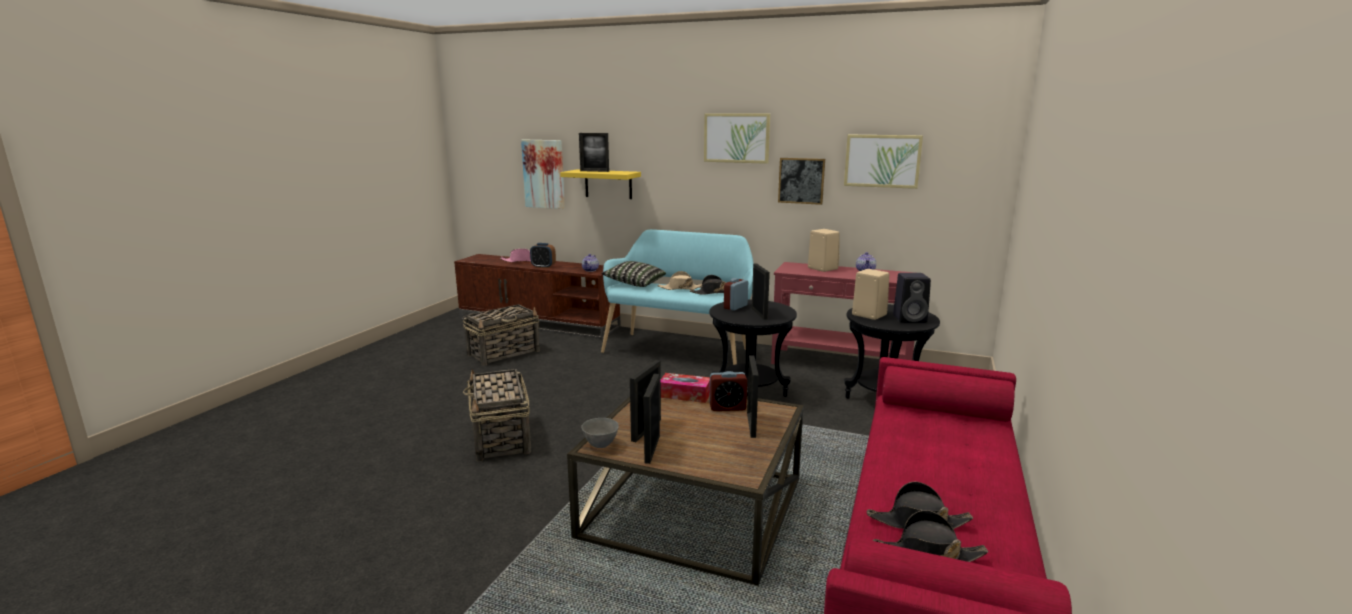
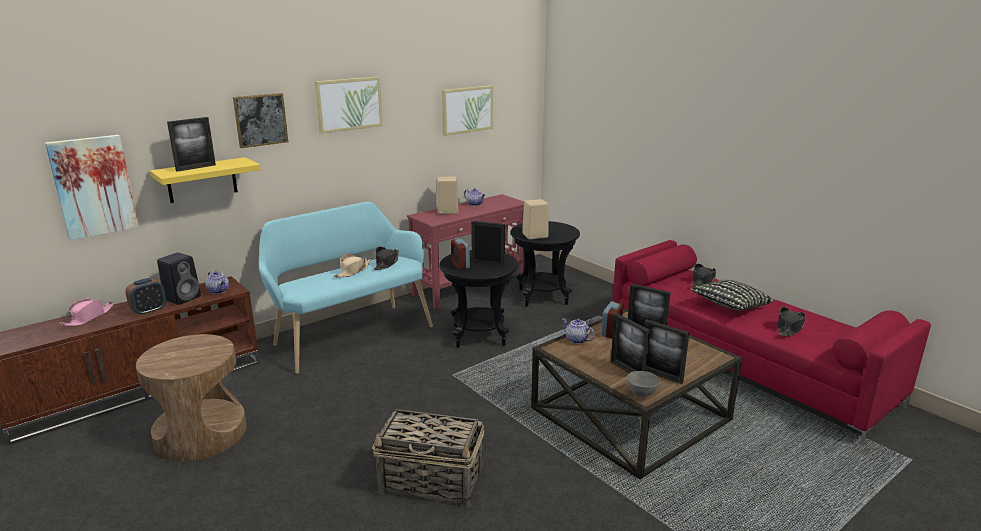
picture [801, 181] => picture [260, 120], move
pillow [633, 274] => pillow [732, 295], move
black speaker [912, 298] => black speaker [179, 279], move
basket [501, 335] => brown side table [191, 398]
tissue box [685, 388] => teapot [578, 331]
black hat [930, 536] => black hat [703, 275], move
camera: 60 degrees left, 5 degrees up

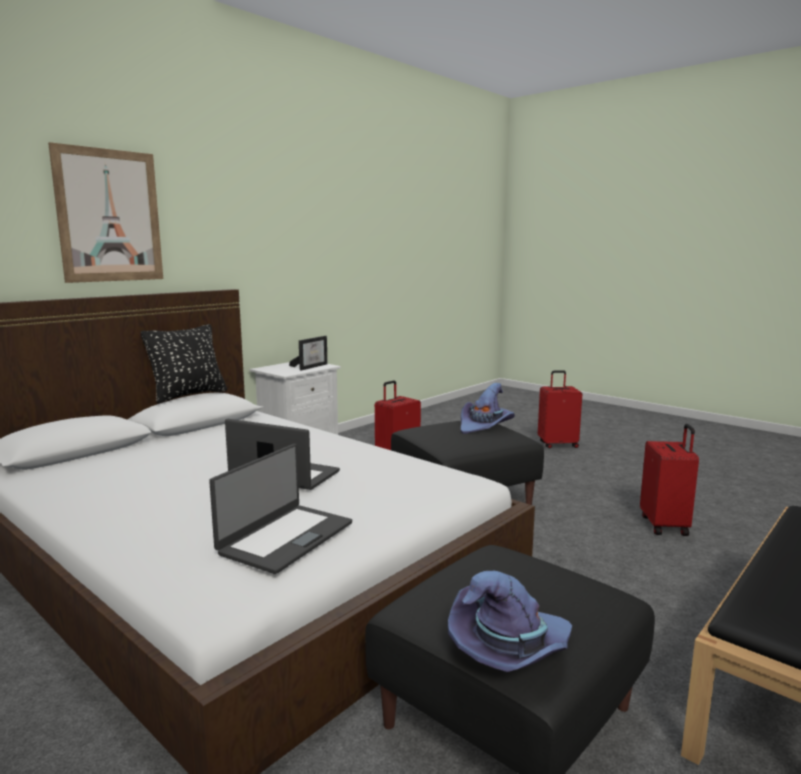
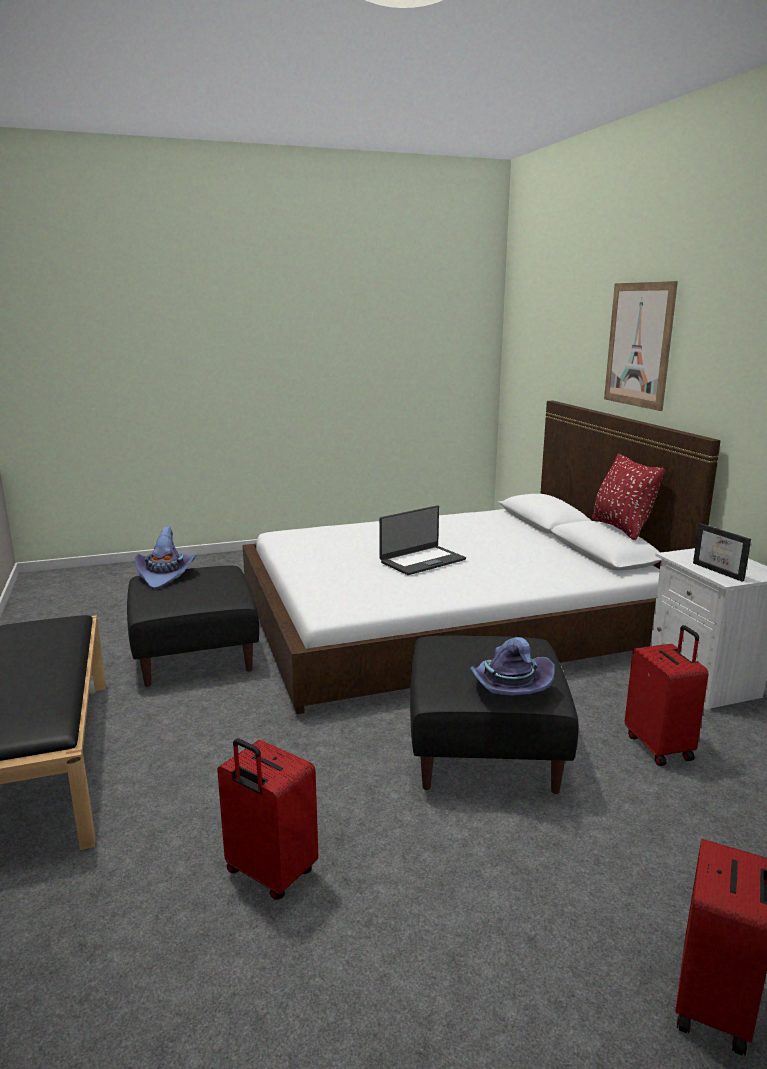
black pillow [184, 363] => red pillow [628, 497]
laptop [280, 509] => nothing
camera: 120 degrees right, 5 degrees up

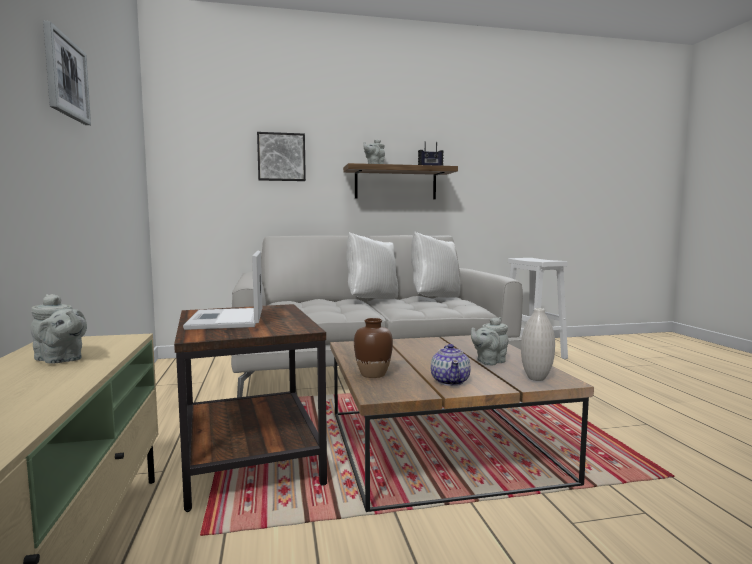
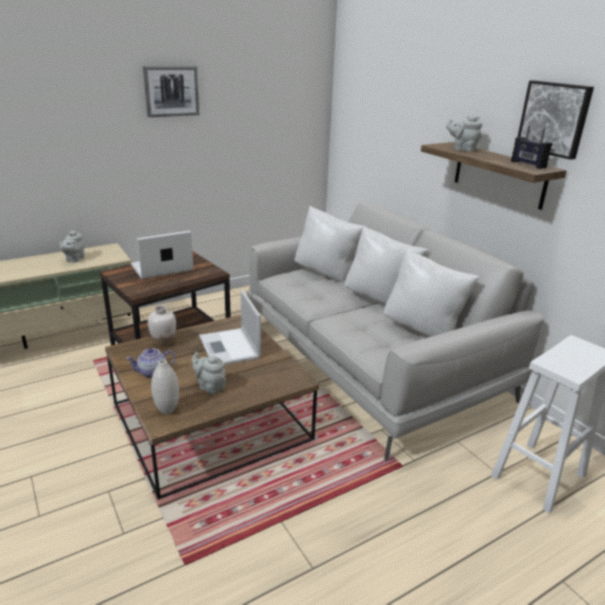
picture [281, 156] => picture [556, 120], move
brown vase [373, 348] => white vase [162, 325]
nothing => white pillow [330, 244]
nothing => laptop [230, 327]
camera: 70 degrees right, 20 degrees up

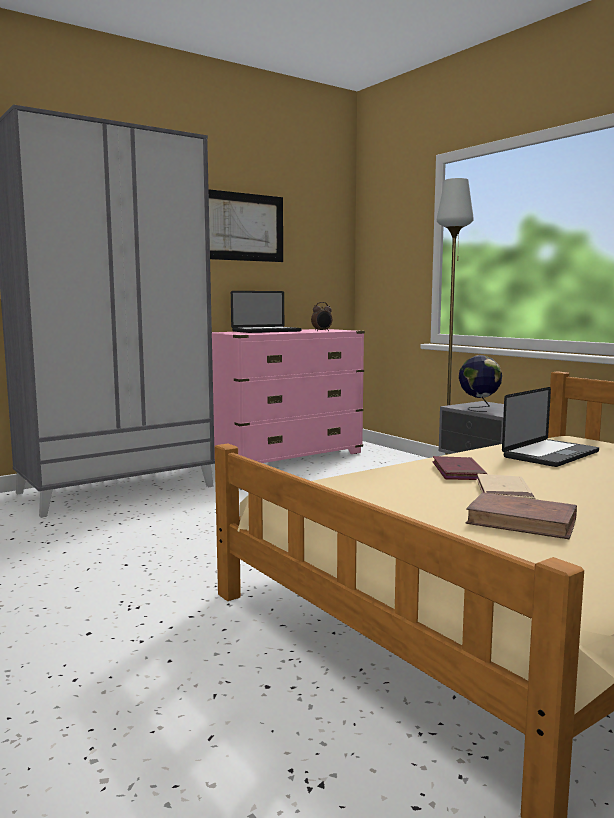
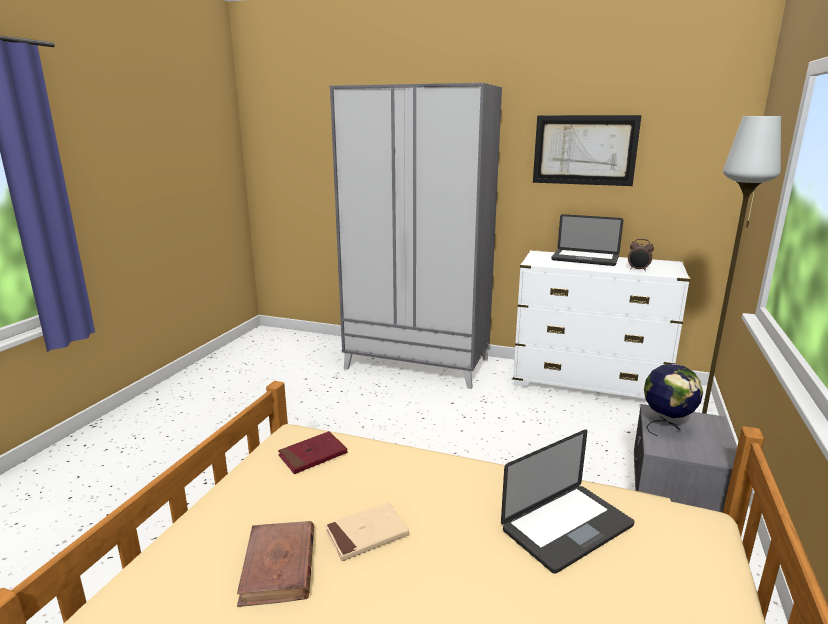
pink dresser [288, 396] => white dresser [601, 324]
laptop [550, 427] => laptop [568, 501], 45 degrees counterclockwise
red book [459, 468] => red book [312, 452], move
camera: 55 degrees right, 10 degrees up

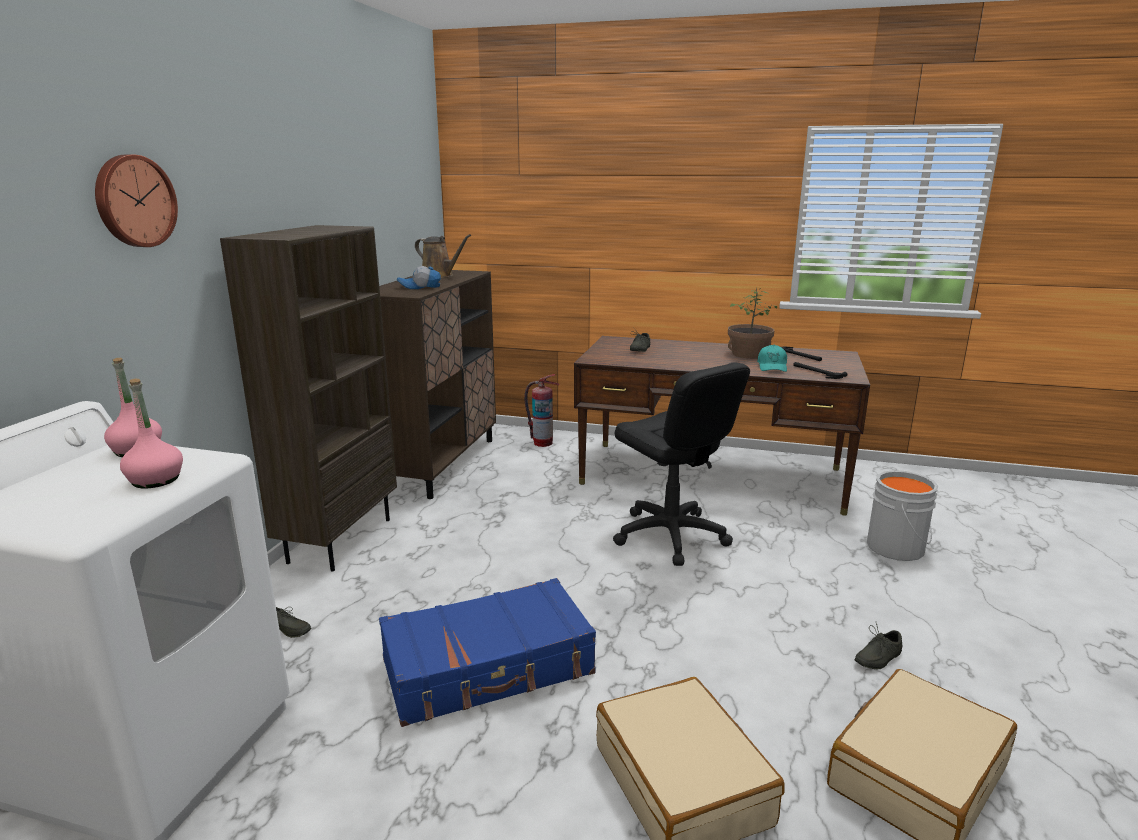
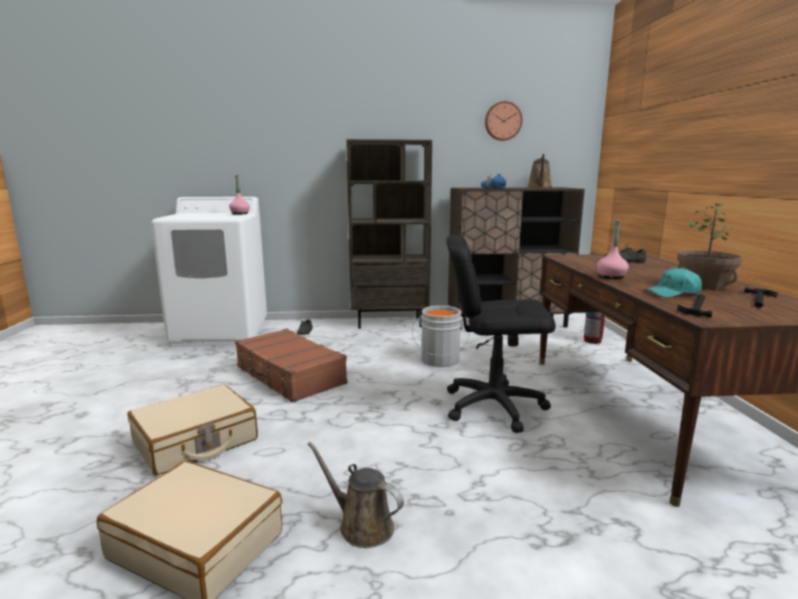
wall clock [136, 201] => wall clock [503, 121], move
black office chair [681, 464] => black office chair [501, 334], 60 degrees clockwise
pink bottle [151, 433] => pink bottle [612, 249], move
grey bucket [902, 515] => grey bucket [441, 336], move
blue suitcase [487, 652] => brown suitcase [291, 365]
grey shoe [878, 646] => brown watering can [355, 495]
camera: 70 degrees right, 5 degrees down

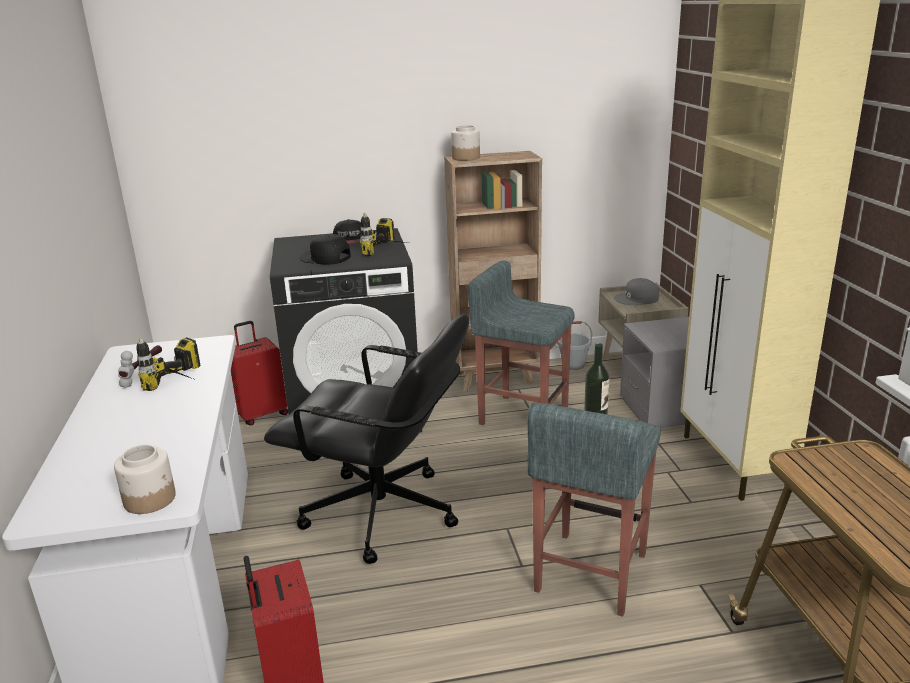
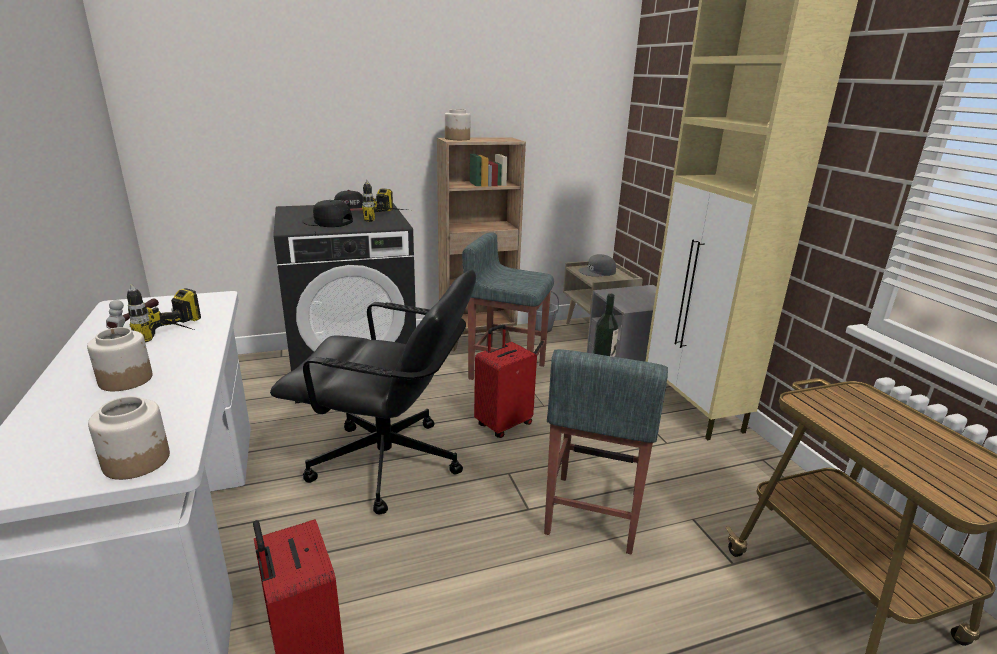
red suitcase [259, 373] => red suitcase [505, 381], move
nothing => jar [120, 359]
camera: 10 degrees left, 0 degrees up

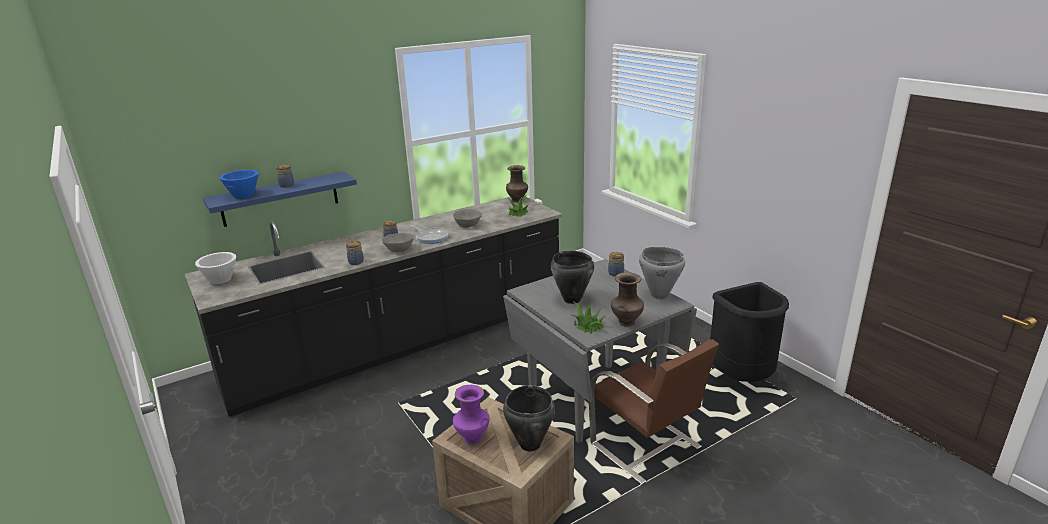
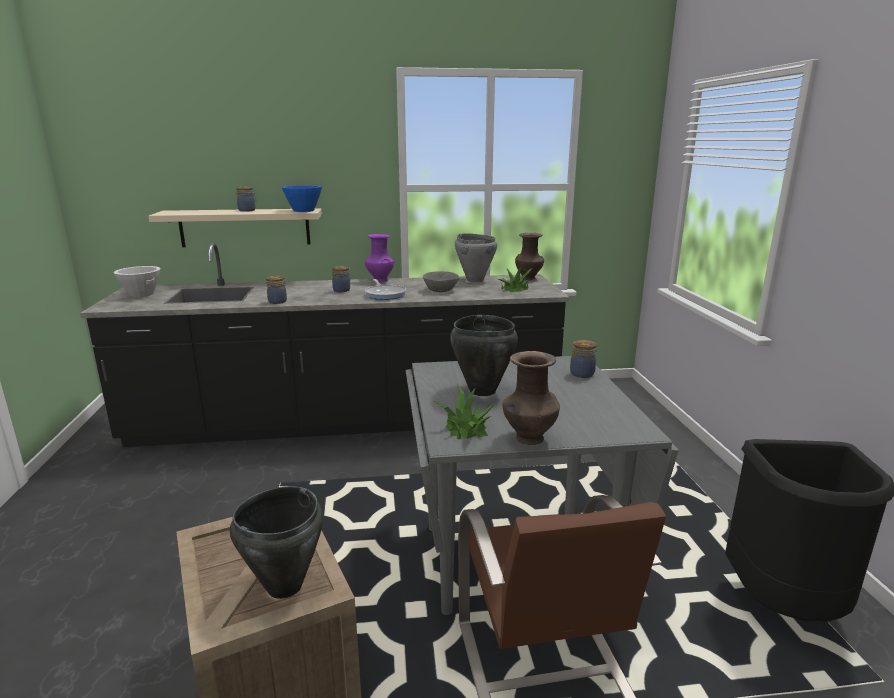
blue bowl [239, 184] => blue bowl [302, 198], move
blue shelf [280, 199] => beige shelf [235, 227]
grey bowl [398, 242] => nothing
grey cooking pot [662, 273] => grey cooking pot [476, 257], move
purple vase [471, 414] => purple vase [379, 258], move
camera: 25 degrees right, 5 degrees down

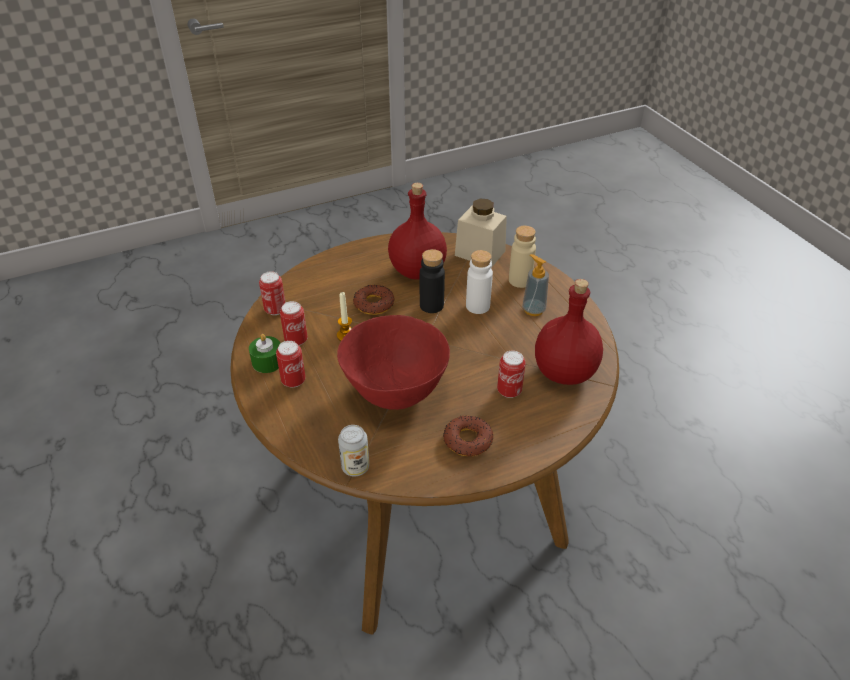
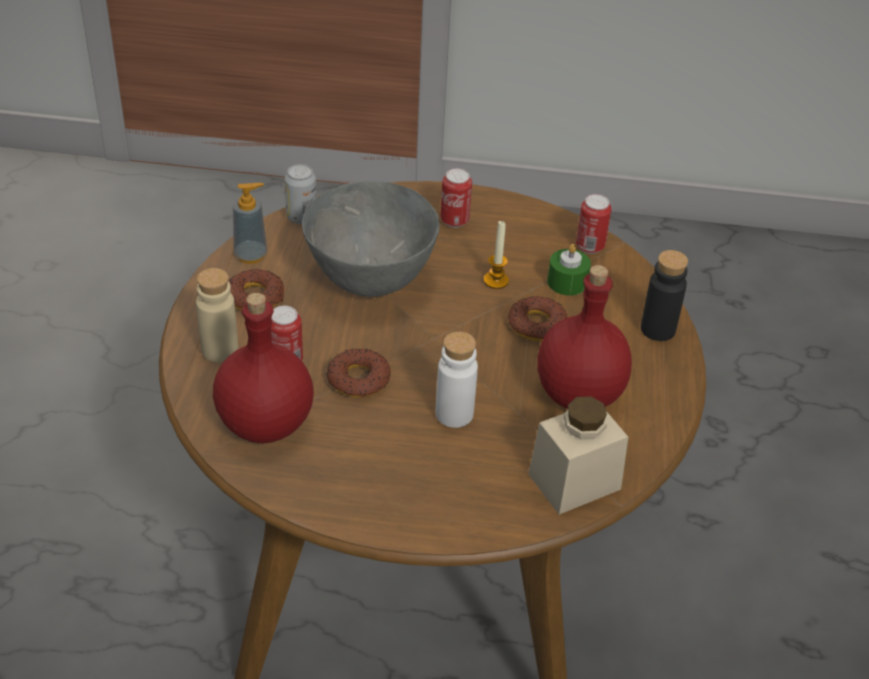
beige bottle [522, 257] => beige bottle [217, 315], move
black bottle [432, 281] => black bottle [664, 295], move
soap dispenser [535, 285] => soap dispenser [250, 223], move
can [294, 323] => nothing
red bowl [393, 362] => grey bowl [370, 239]
green candle [265, 353] => green candle [569, 270], move
nothing => donut [358, 373]
camera: 120 degrees right, 0 degrees up

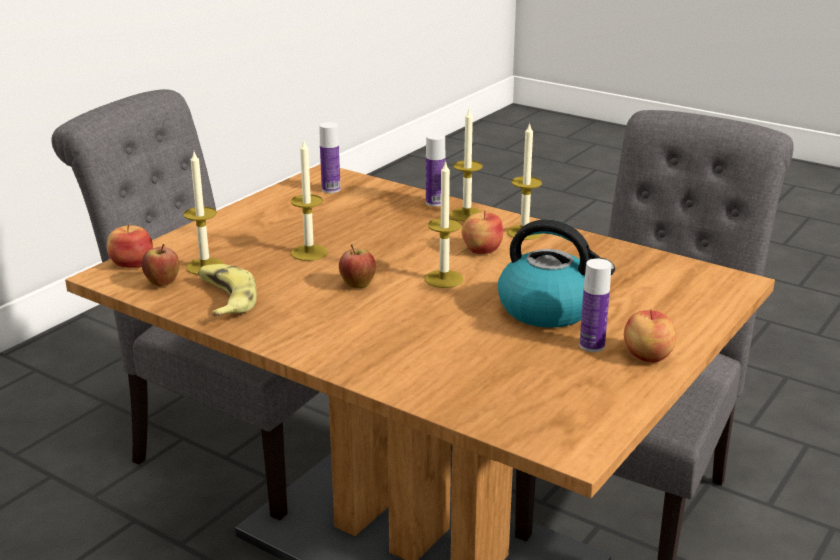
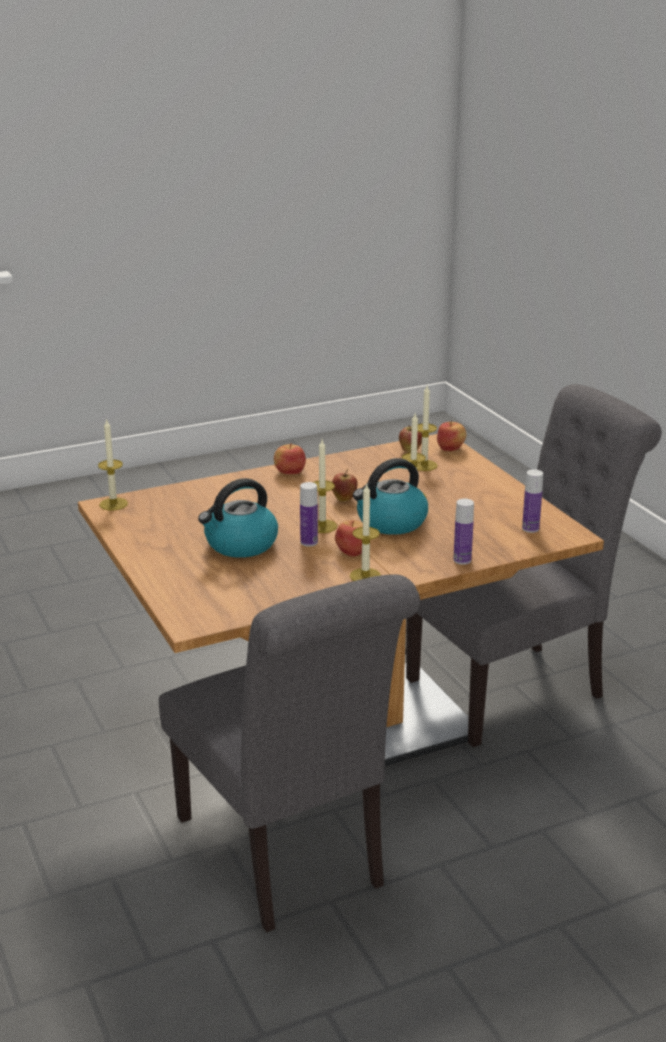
candle [466, 166] => candle [113, 464], move
bottle [595, 305] => bottle [309, 514], move
banana [227, 290] => nothing
apple [650, 336] => apple [290, 458], move
nothing => kettle [390, 496]
camera: 120 degrees right, 0 degrees up

